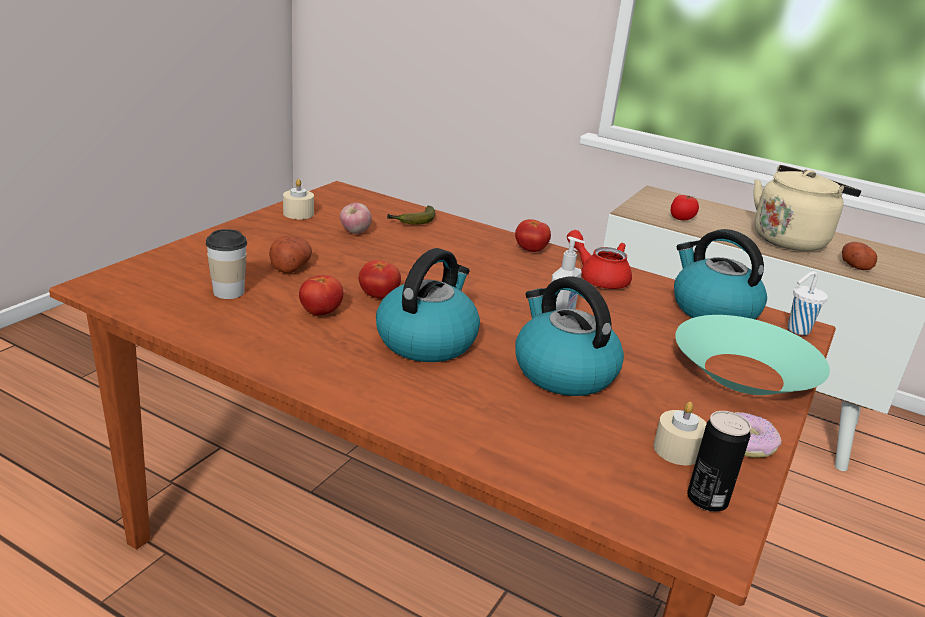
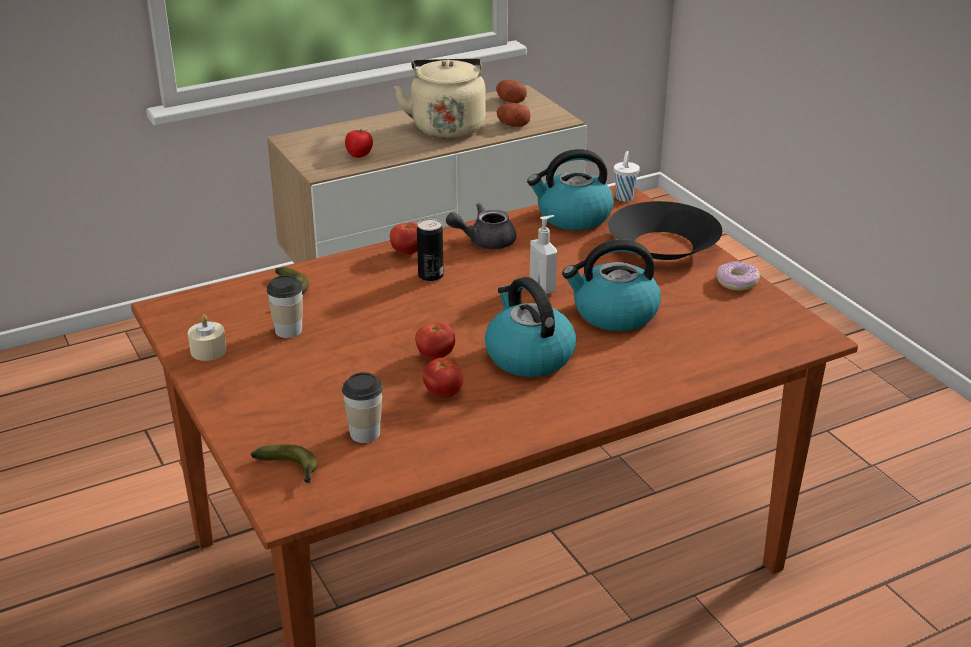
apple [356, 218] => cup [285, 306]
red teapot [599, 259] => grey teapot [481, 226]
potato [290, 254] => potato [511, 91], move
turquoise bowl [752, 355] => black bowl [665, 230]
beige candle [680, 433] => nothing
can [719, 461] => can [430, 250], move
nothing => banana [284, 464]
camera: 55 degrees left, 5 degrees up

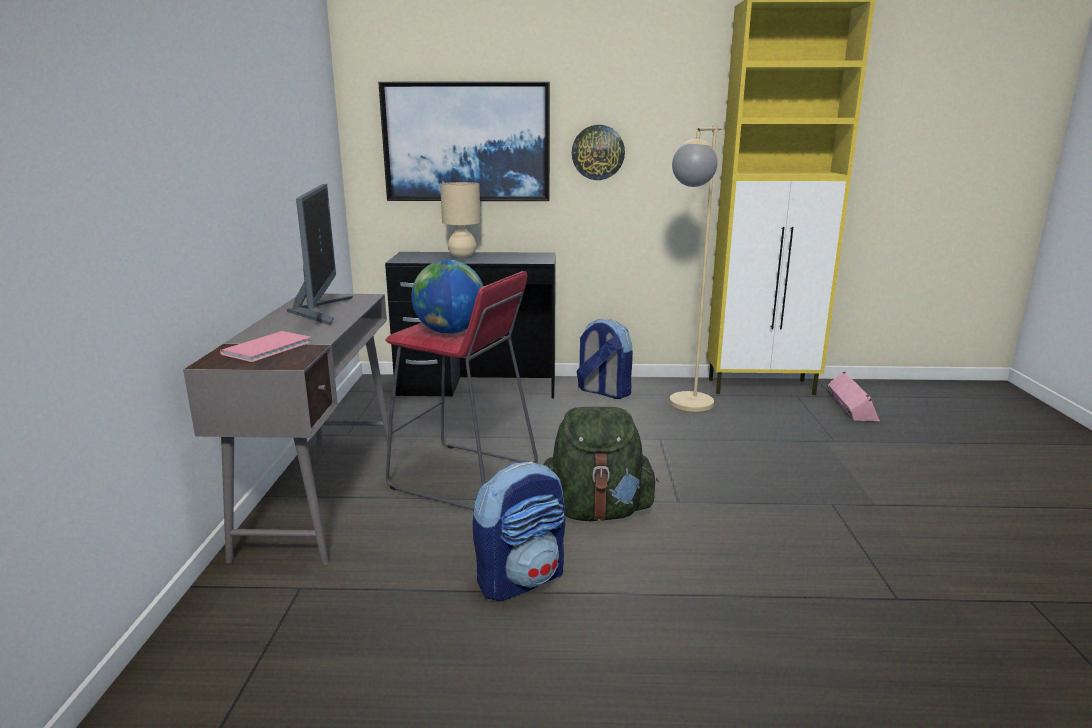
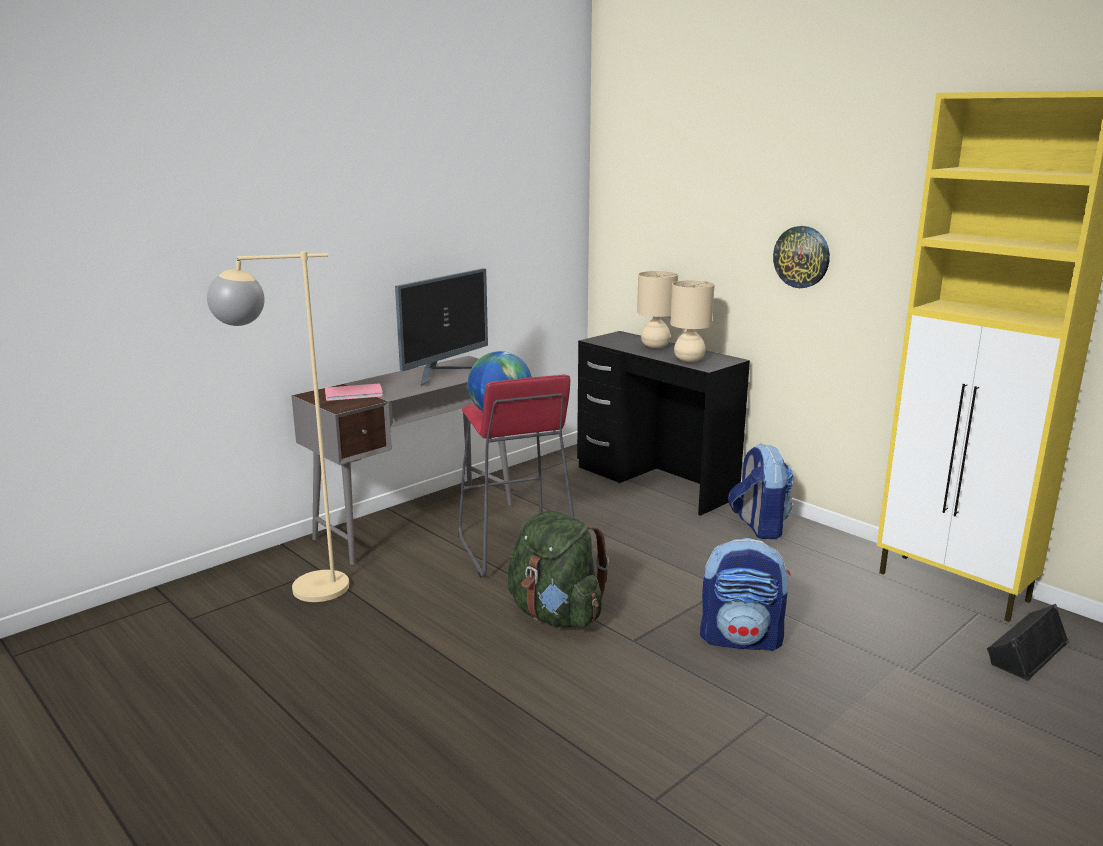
picture [464, 141] => nothing
beige floor lamp [696, 268] => beige floor lamp [278, 426], move
pink speaker [853, 396] => black speaker [1028, 642]
backpack [518, 531] => backpack [745, 594], move
nothing => beige table lamp [692, 321]
camera: 45 degrees right, 0 degrees up

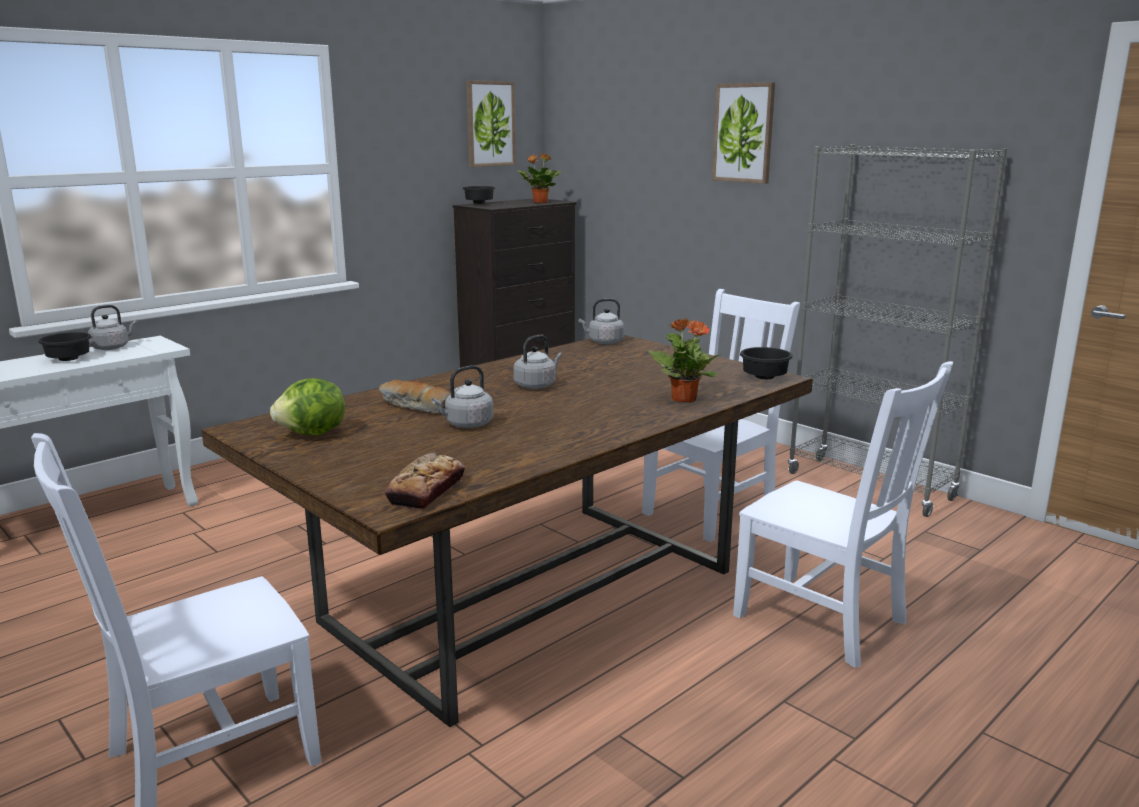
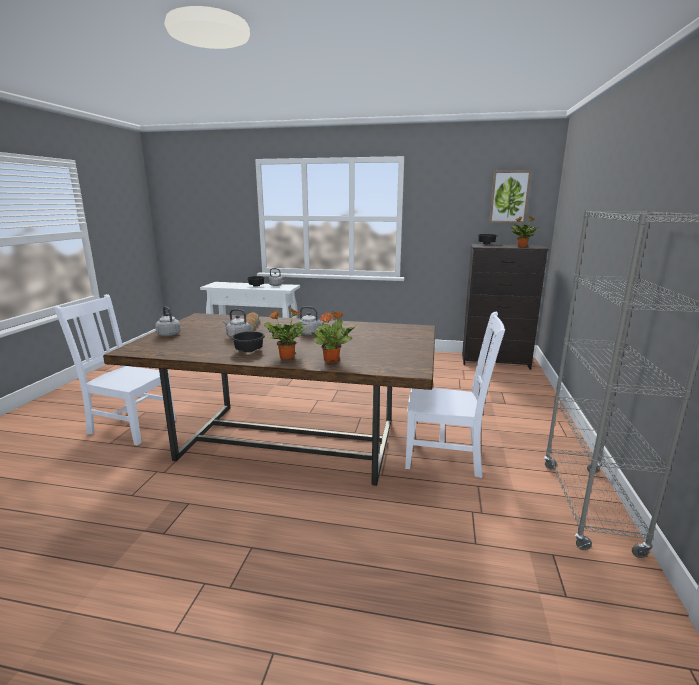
picture [743, 133] => nothing
grey kettle [601, 321] => grey kettle [168, 321], move
black bowl [766, 363] => black bowl [248, 341], move
white chair [843, 514] => nothing
lettuce [307, 406] => nothing
bread [425, 481] => nothing
nothing => potted plant [286, 333]
camera: 55 degrees right, 0 degrees up

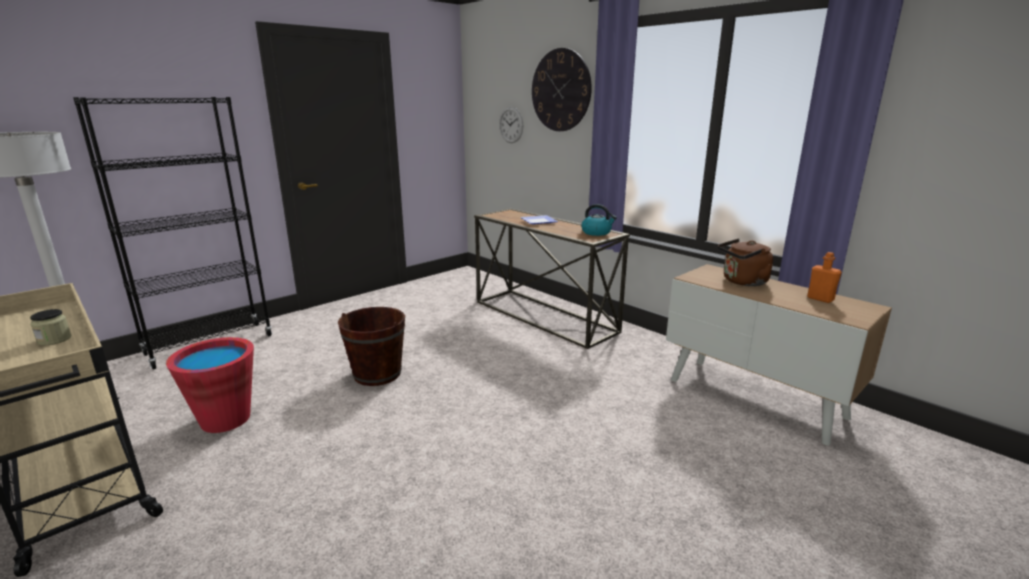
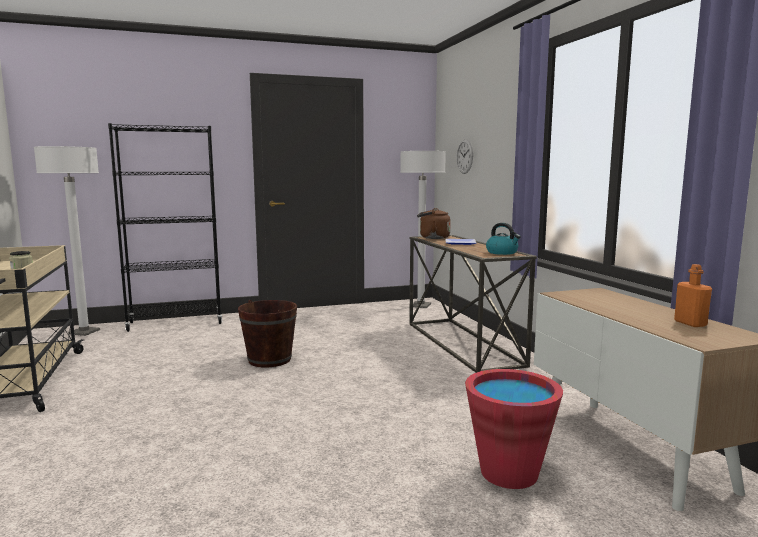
wall clock [562, 89] => nothing
brown kettle [745, 262] => brown kettle [434, 223], move
red bucket [210, 385] => red bucket [514, 429], move
nothing => white floor lamp [423, 229]
camera: 25 degrees right, 10 degrees down

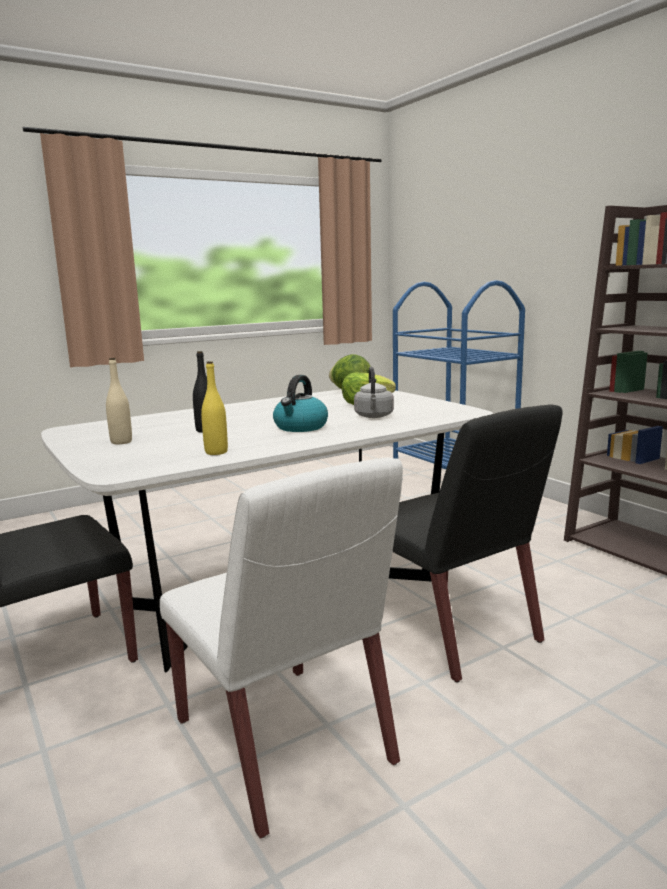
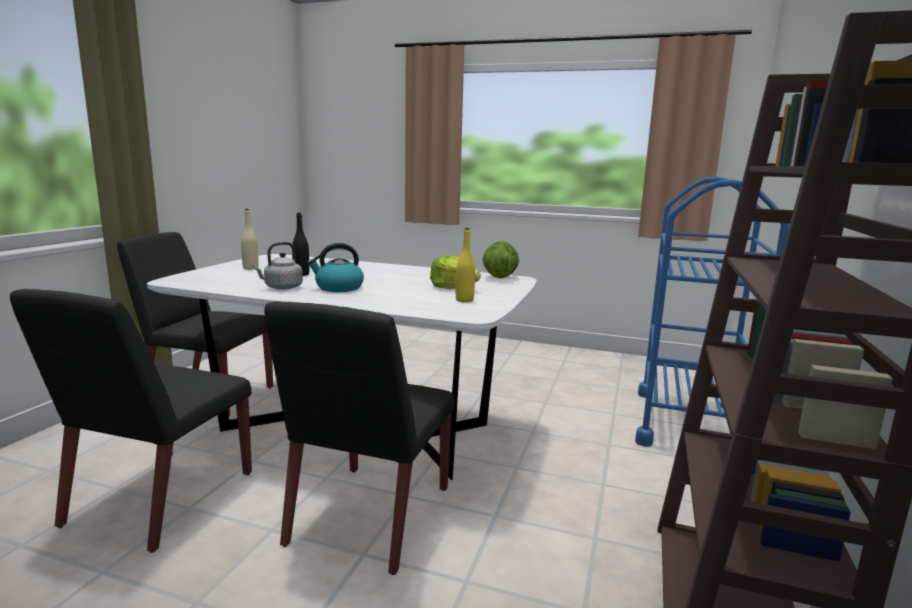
yellow bottle [214, 408] => yellow bottle [465, 265], move
grey kettle [374, 392] => grey kettle [277, 266], move
white chair [281, 648] => black chair [131, 421]
camera: 50 degrees right, 0 degrees up

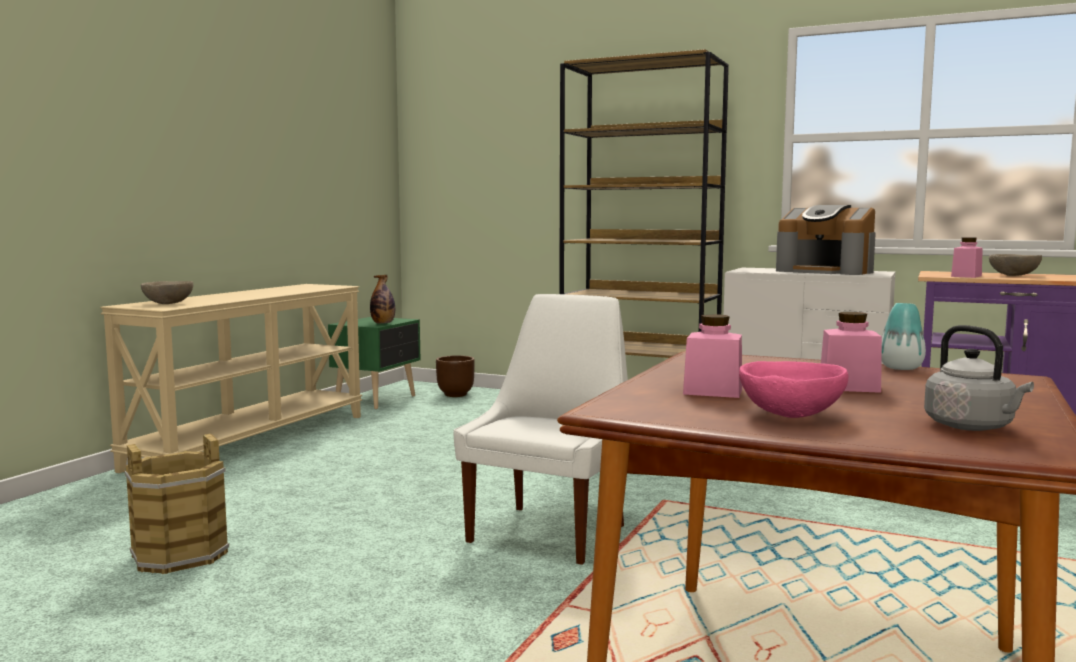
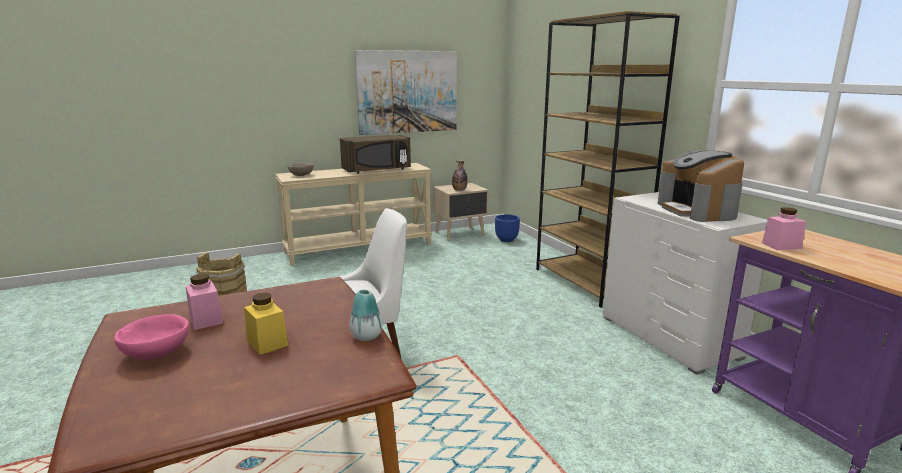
beige bowl [1015, 265] => nothing
pink jar [851, 352] => yellow jar [266, 324]
green nightstand [374, 363] => beige nightstand [461, 212]
grey kettle [979, 378] => nothing
brown planter [455, 376] => blue planter [507, 228]
nothing => picture [406, 92]
nothing => brown microwave [375, 154]
camera: 40 degrees right, 10 degrees up

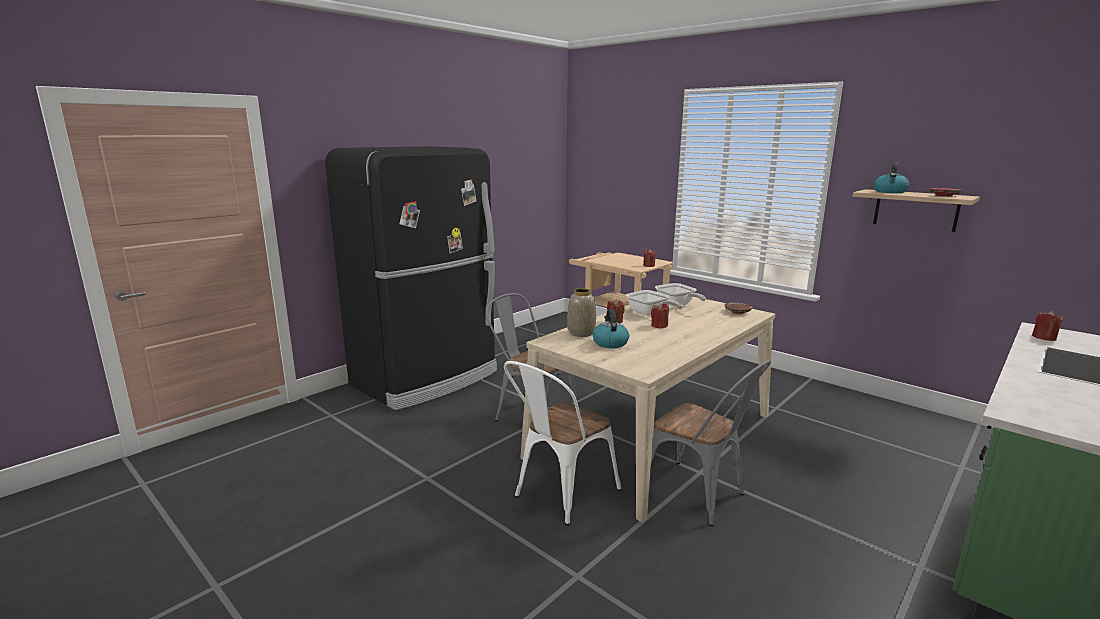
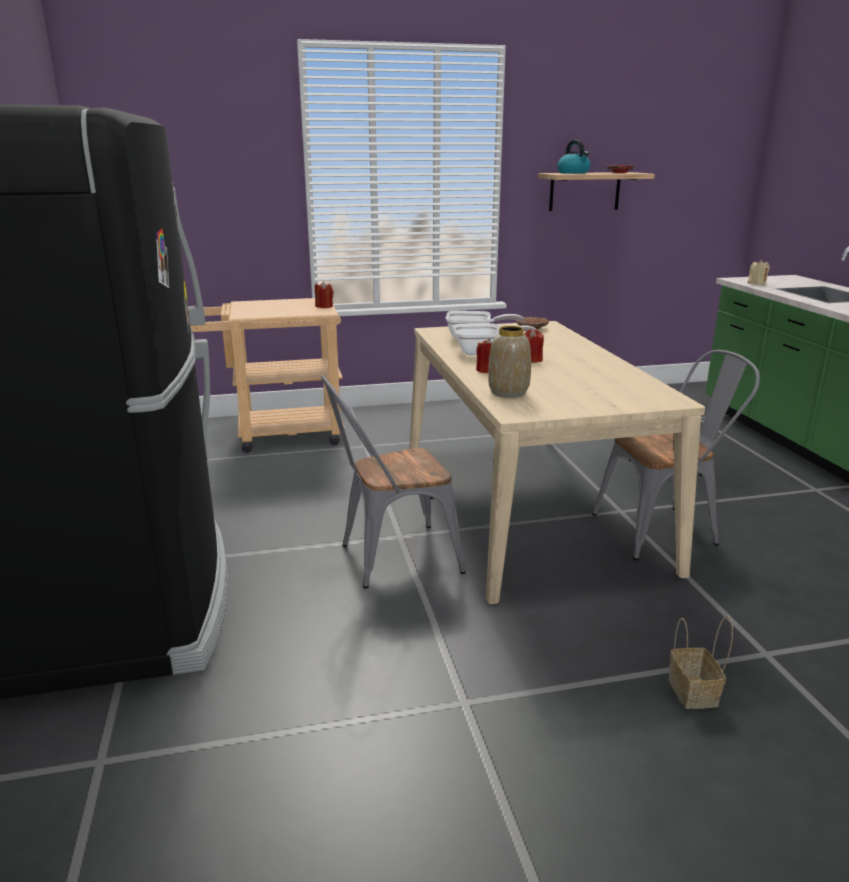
kettle [611, 328] => nothing
red candle [1047, 326] => beige candle [759, 272]
white chair [562, 443] => nothing
nothing => basket [701, 662]
camera: 55 degrees left, 5 degrees up

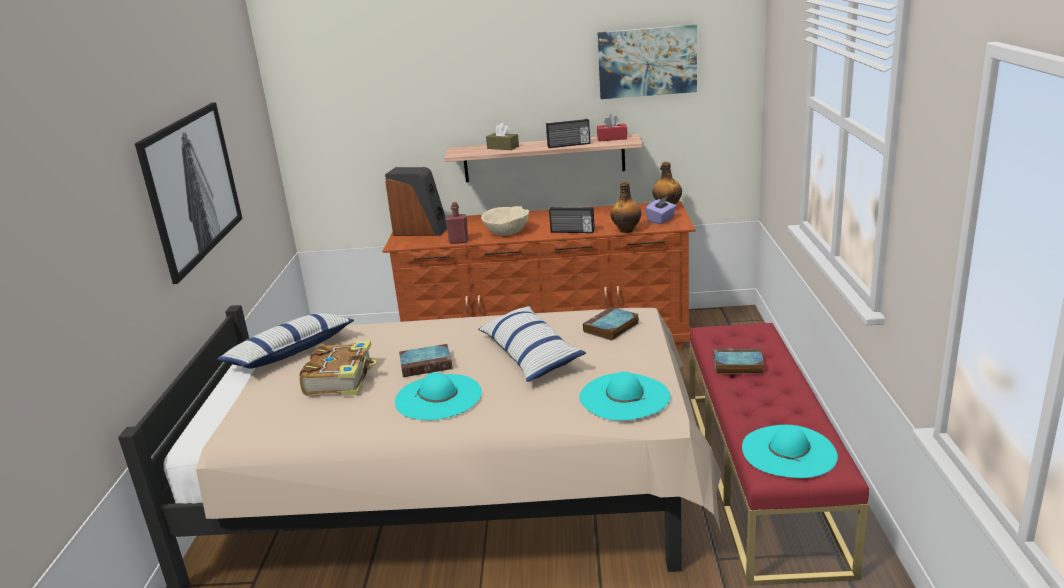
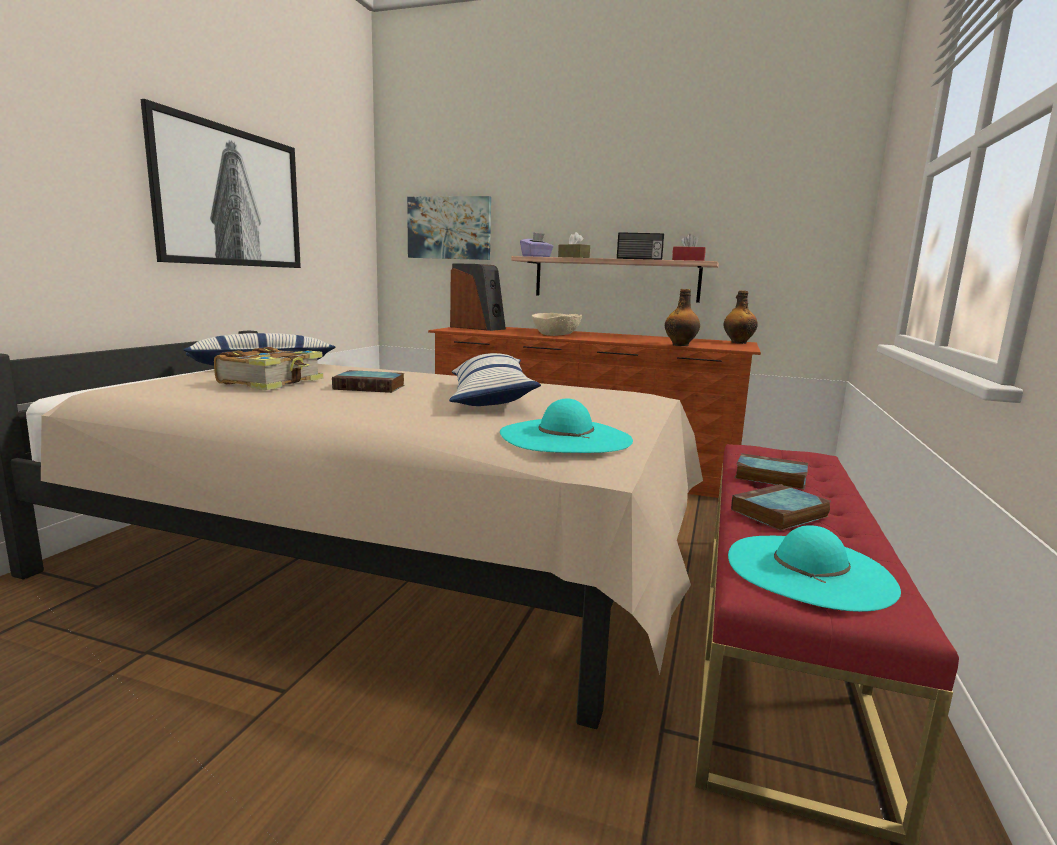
picture [647, 61] => picture [449, 228], move
purple tissue box [660, 210] => purple tissue box [537, 245], move
red bottle [457, 223] => nothing
radio [572, 220] => nothing
book [611, 324] => book [781, 507], move
turquoise hat [438, 396] => nothing
camera: 15 degrees right, 10 degrees down

